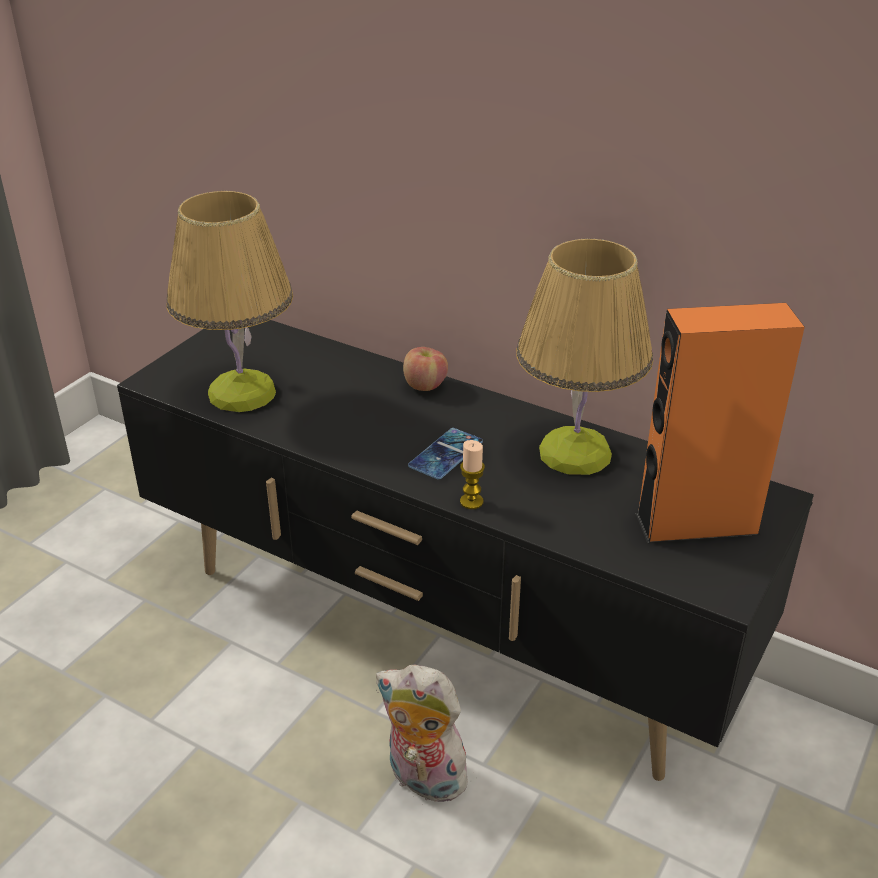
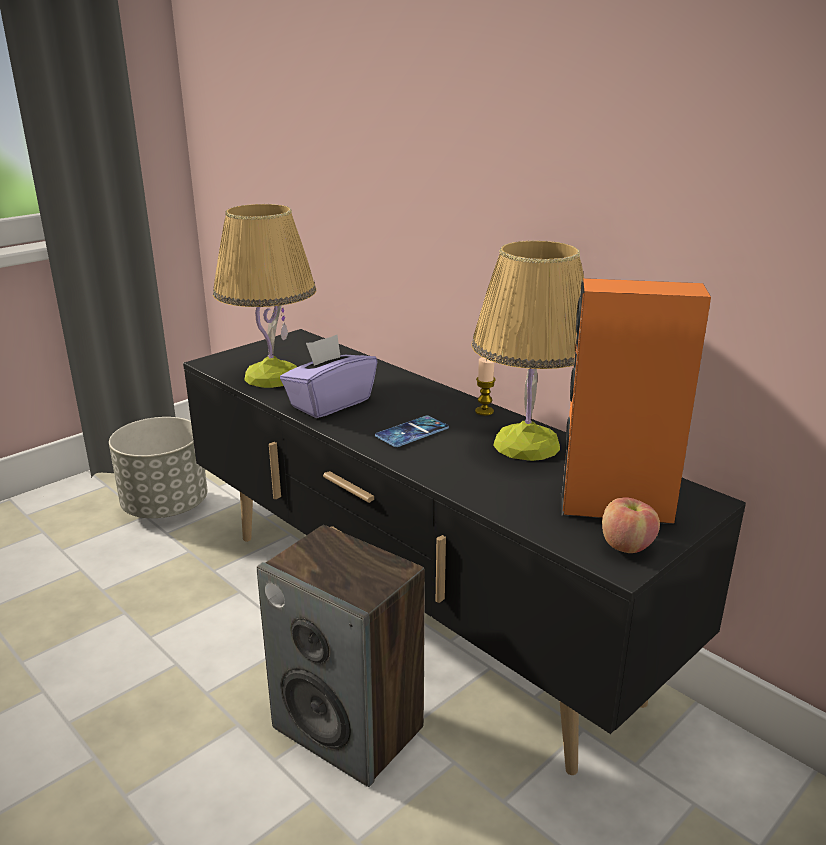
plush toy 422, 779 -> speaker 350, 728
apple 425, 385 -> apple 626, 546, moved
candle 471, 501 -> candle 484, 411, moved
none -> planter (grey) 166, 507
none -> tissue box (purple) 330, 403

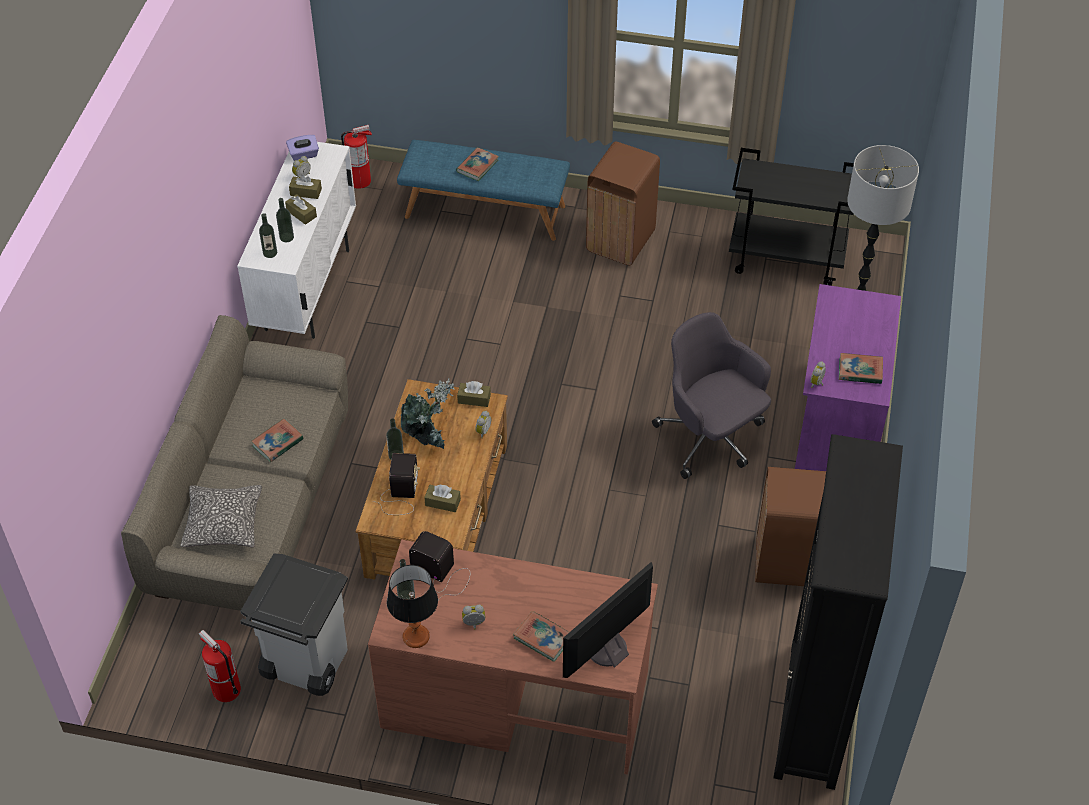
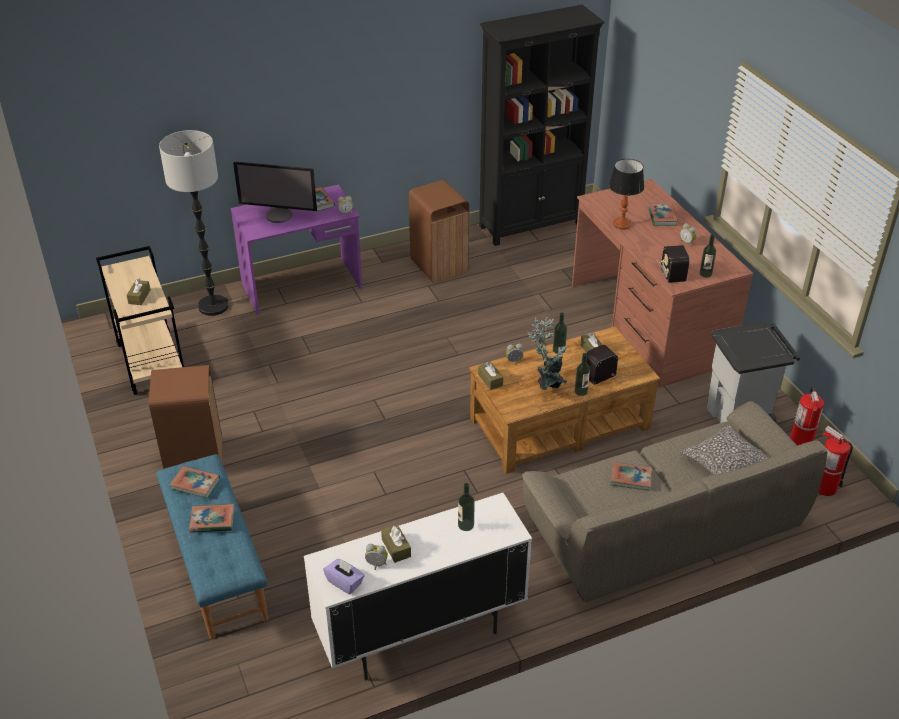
bottle 270, 253 -> bottle 559, 350, moved
tissue box (brown) 301, 213 -> tissue box (brown) 139, 297, moved
fire extinguisher 360, 181 -> fire extinguisher 824, 487, moved
table lamp 416, 637 -> table lamp 622, 224, moved
monitor 607, 650 -> monitor 280, 215, moved
office chair (grey) 711, 438 -> none
cart (black) 787, 259 -> cart (beige) 150, 362
none -> book 195, 484

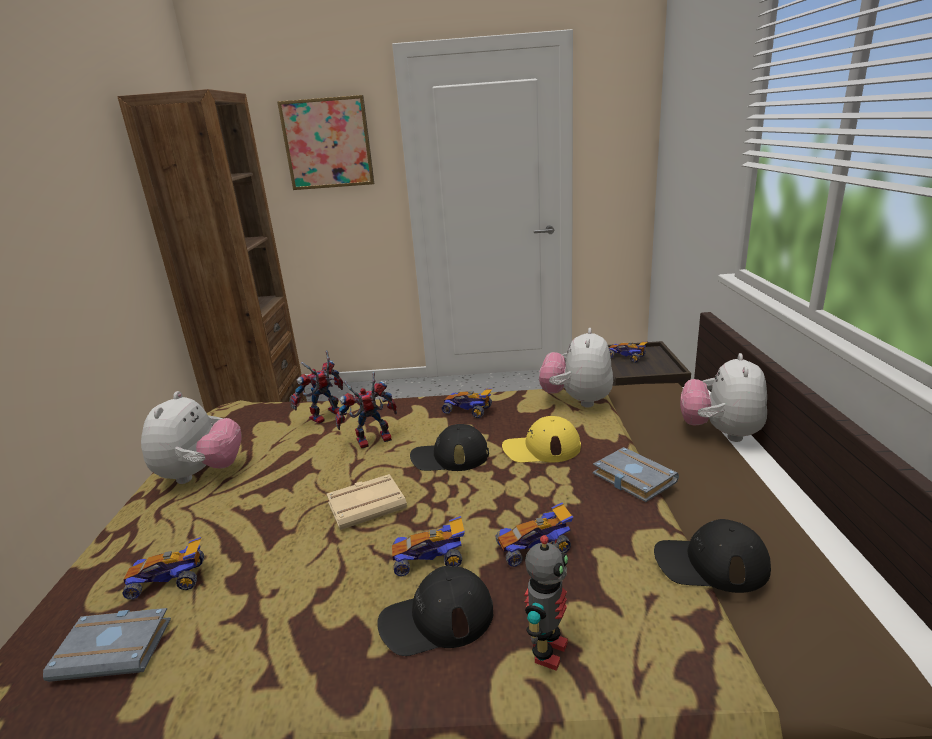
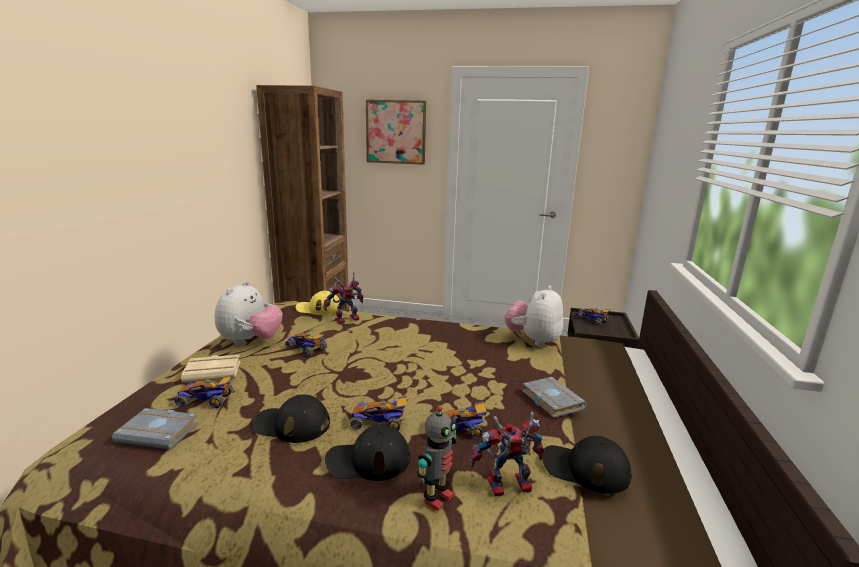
book (beige) 368, 505 -> book (beige) 214, 372, moved
toy robot 371, 442 -> toy robot 506, 488, moved
cap (black) 449, 456 -> cap (black) 292, 424, moved
toy car 468, 410 -> toy car 307, 349, moved
cap (yellow) 541, 448 -> cap (yellow) 319, 308, moved
plush toy 721, 433 -> none

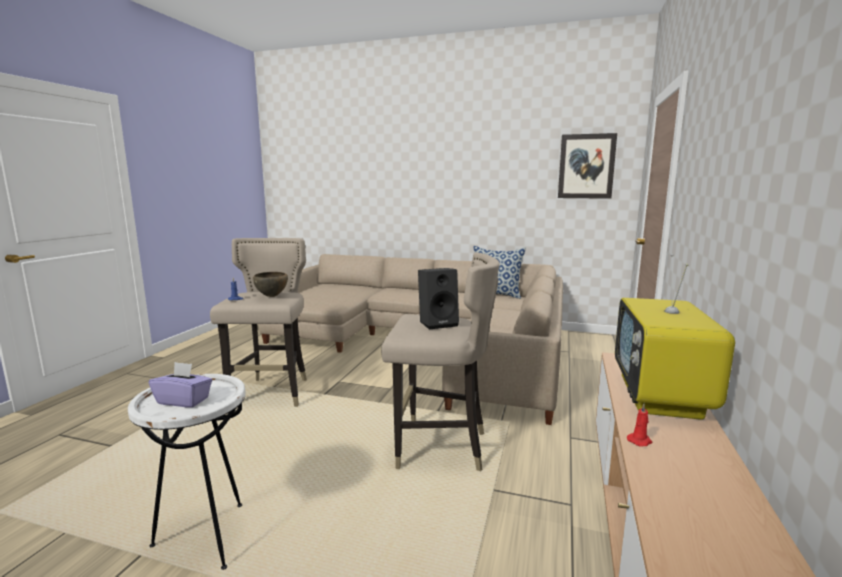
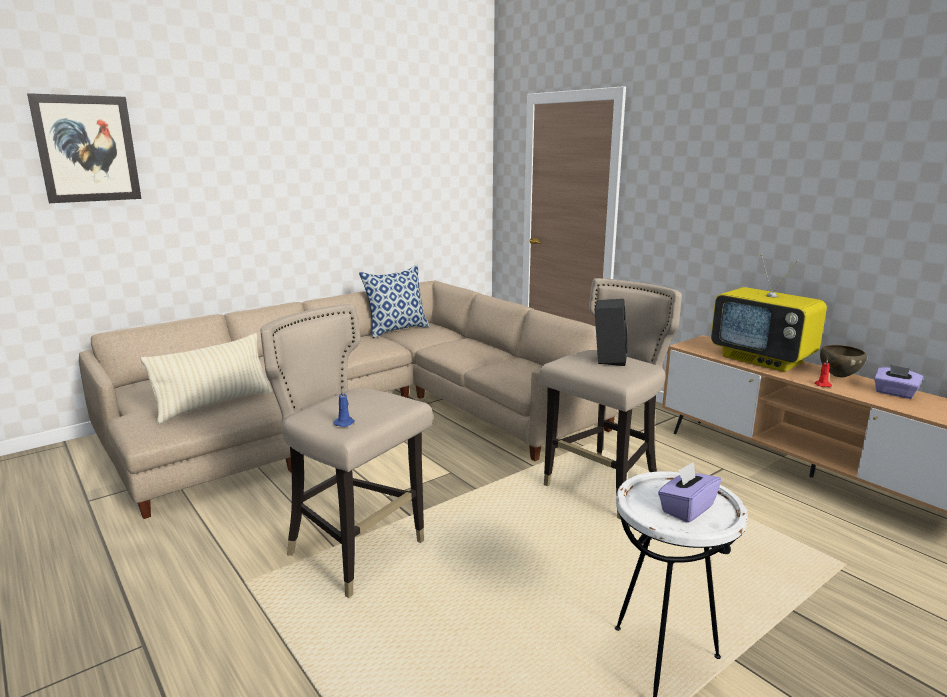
bowl (brown) 272, 296 -> bowl (brown) 838, 376, moved
picture 586, 166 -> picture 87, 149, moved
none -> pillow (beige) 214, 405
none -> tissue box (purple) 894, 393

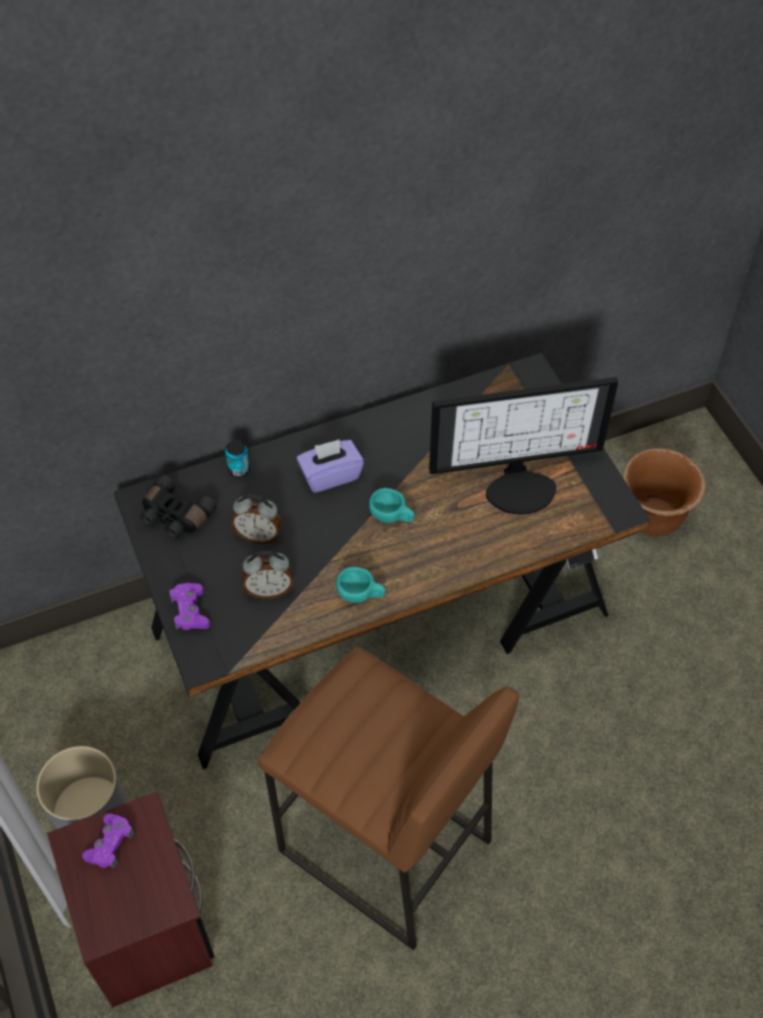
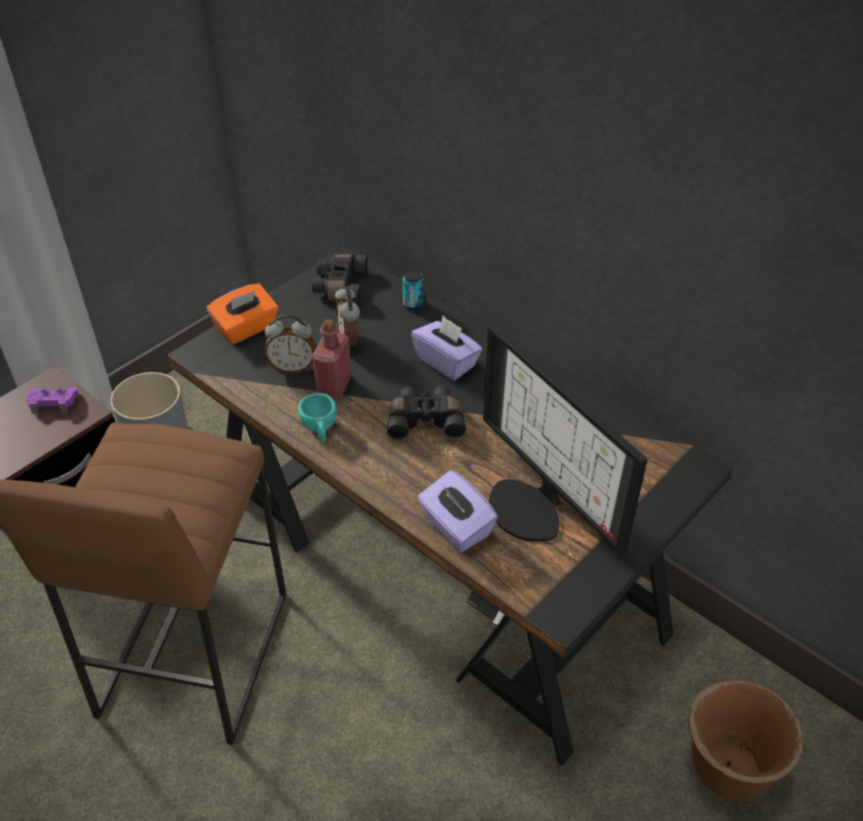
game controller (purple) 190, 611 -> tissue box (orange) 246, 328
alarm clock 269, 590 -> alarm clock 293, 367, 60 degrees counterclockwise
cup (turquoise) 392, 516 -> binoculars (black) 425, 420
none -> bottle (red) 334, 387
none -> tissue box (purple) 455, 527

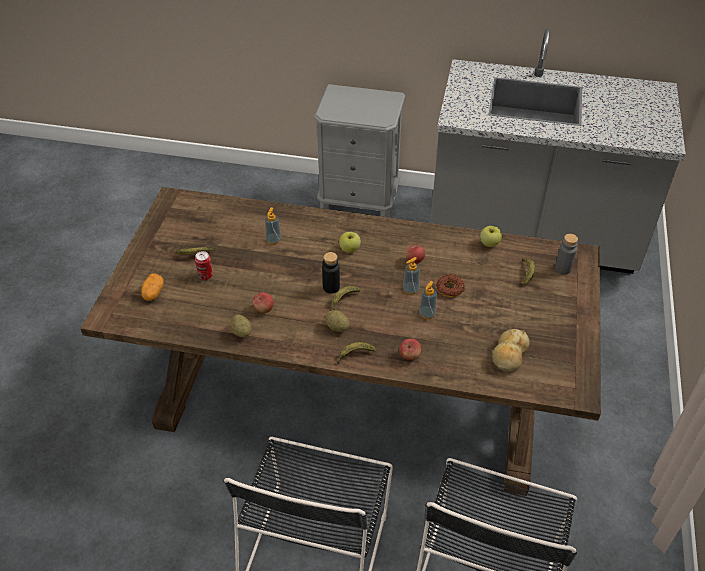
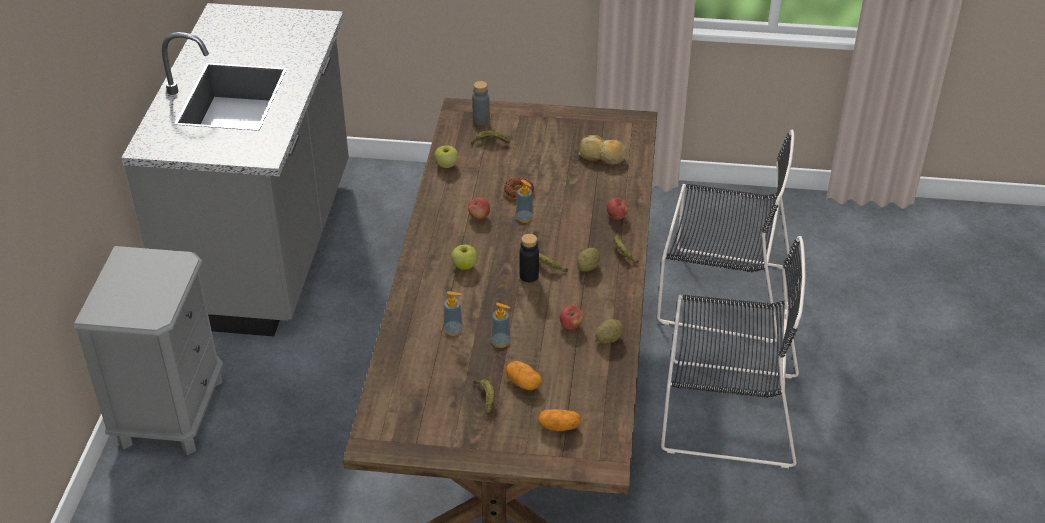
can 205, 276 -> potato 523, 383
soap dispenser 427, 314 -> soap dispenser 501, 342, moved

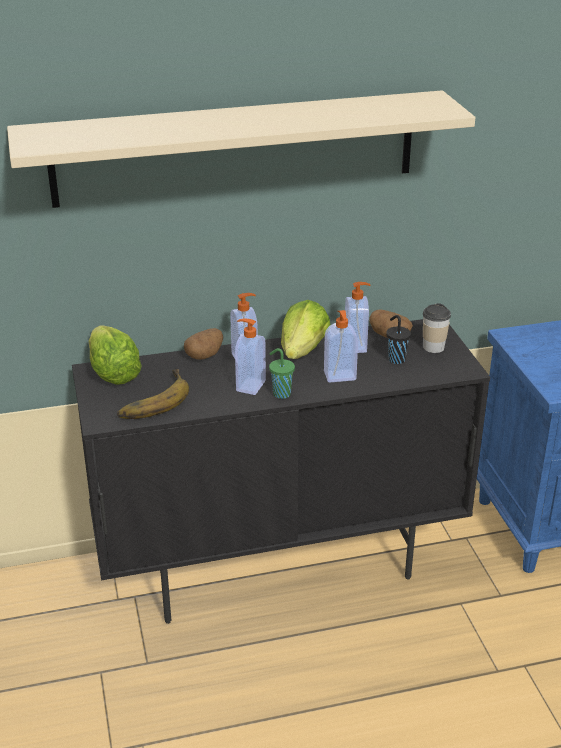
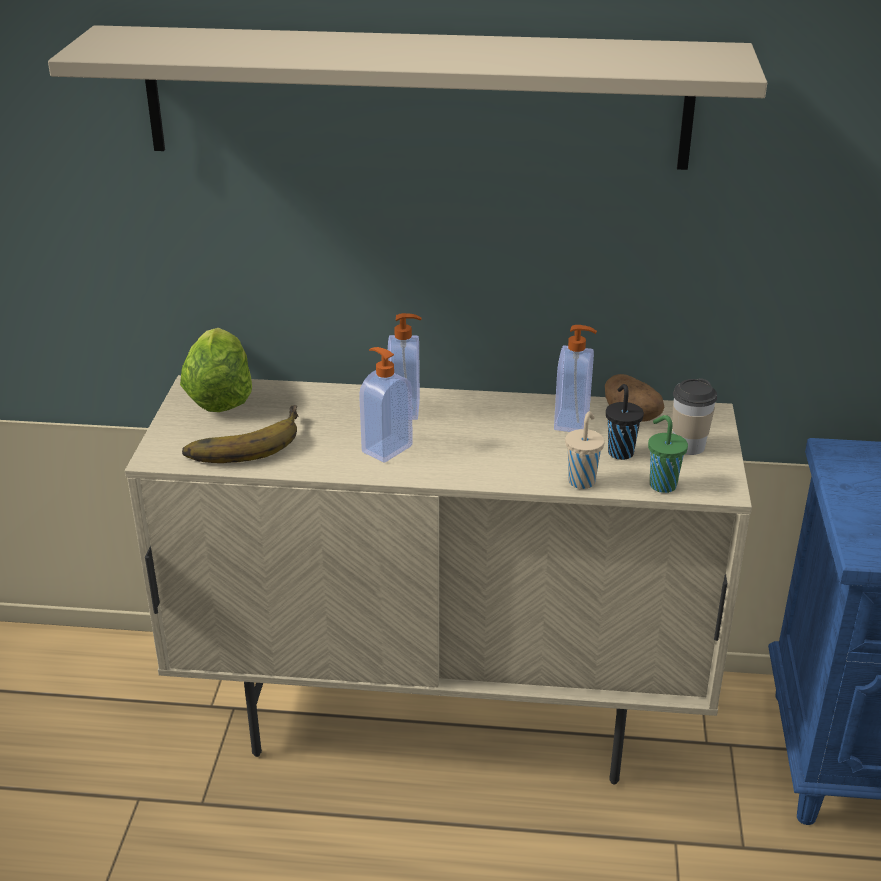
cabinet (black) 280, 565 -> cabinet (beige) 442, 716
potato 204, 355 -> none
cup (green) 280, 393 -> cup (green) 661, 484, moved
lettuce 303, 351 -> none
soap dispenser 340, 376 -> none
none -> cup (beige) 582, 481

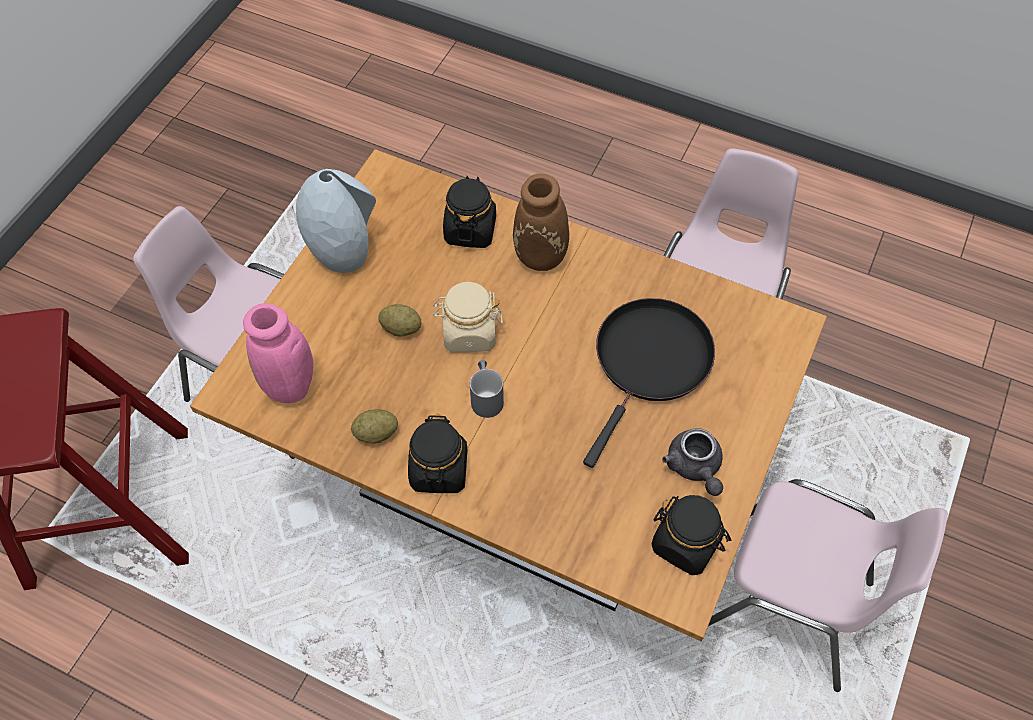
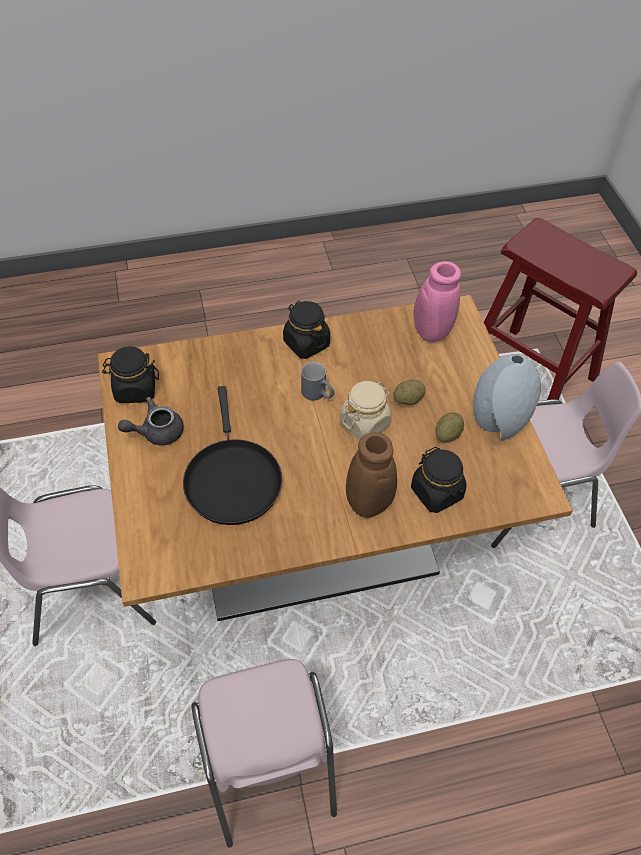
potato 376, 433 -> potato 447, 434, moved
teapot (grey) 695, 467 -> teapot (grey) 156, 432, 60 degrees counterclockwise

